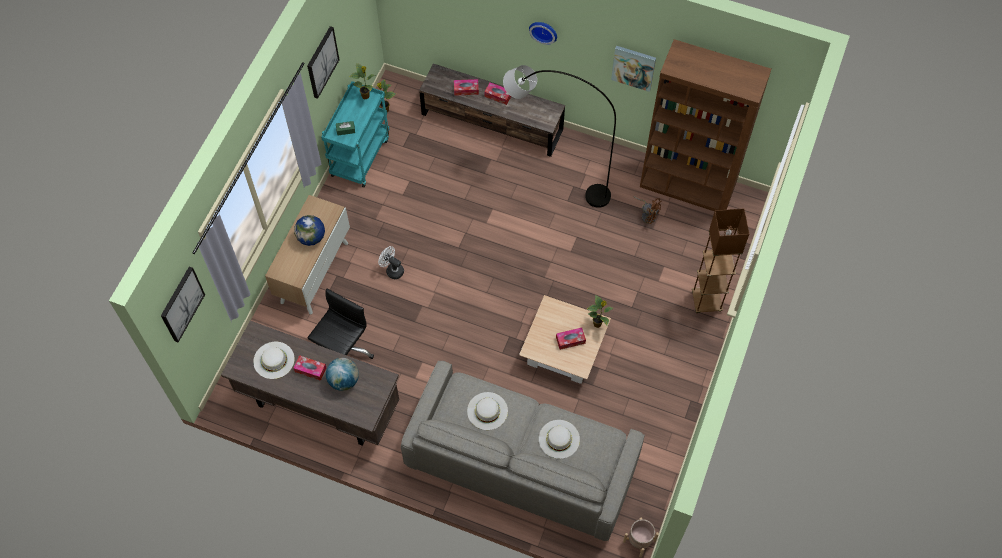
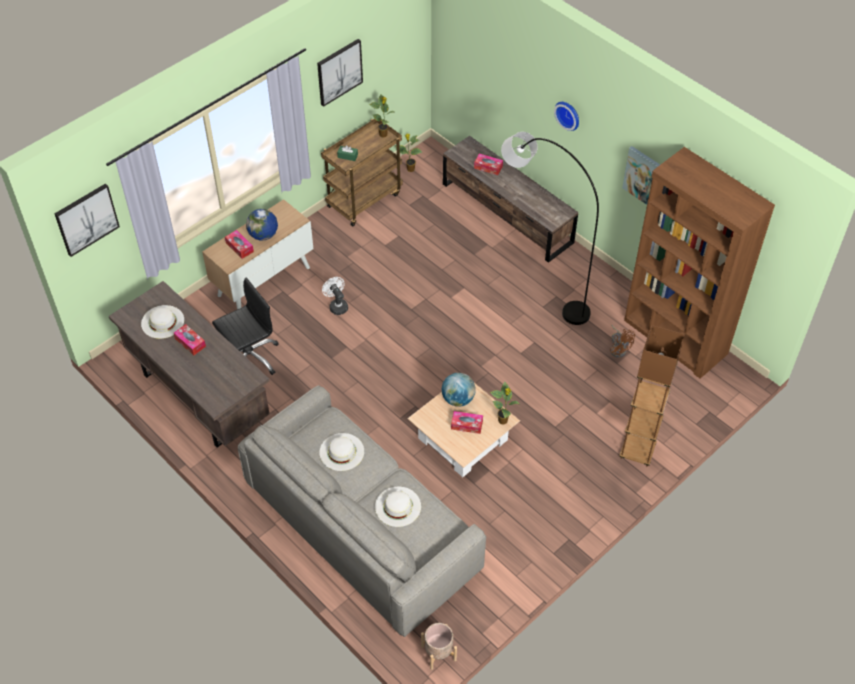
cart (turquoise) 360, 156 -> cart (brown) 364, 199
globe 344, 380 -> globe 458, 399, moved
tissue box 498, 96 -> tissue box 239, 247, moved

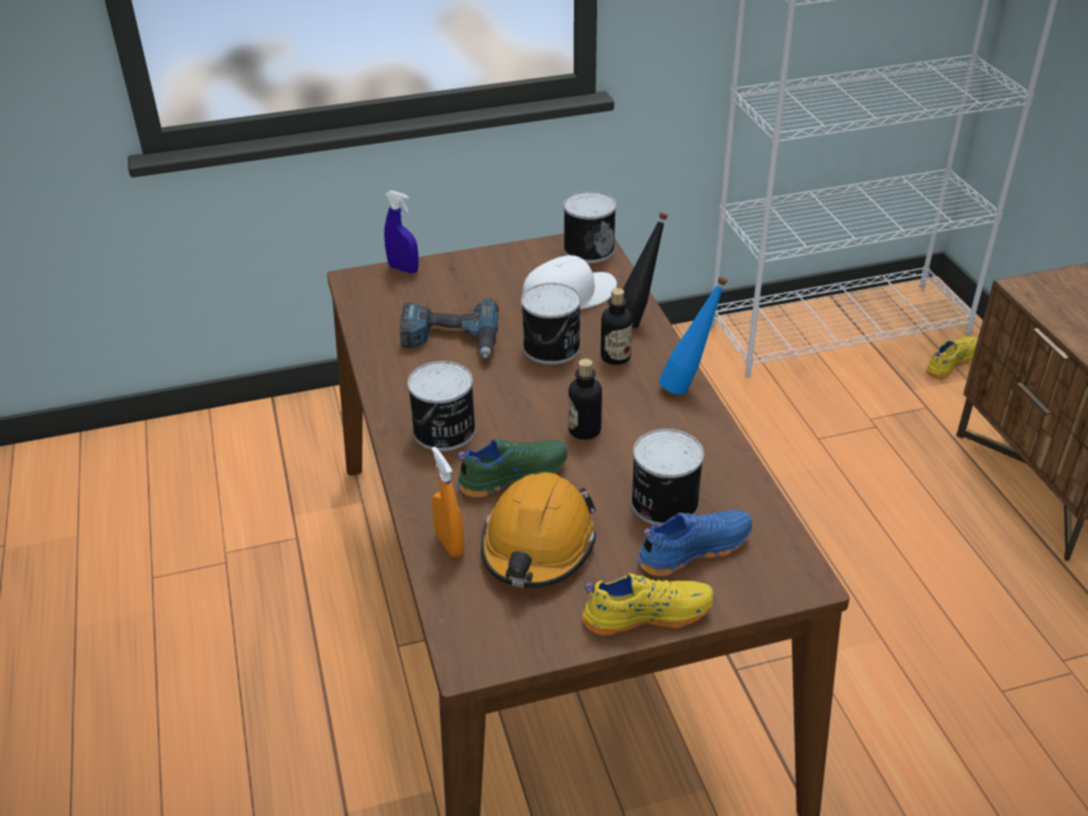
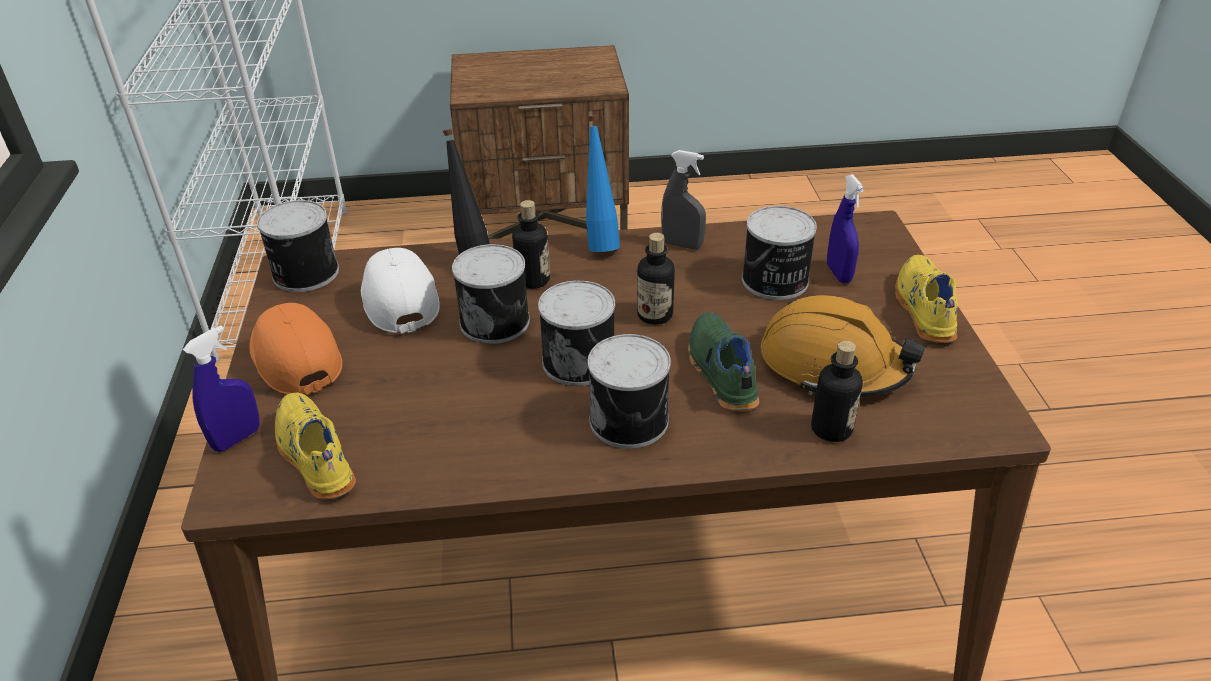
power drill 450, 339 -> none
spray bottle (orange) 450, 544 -> bottle 831, 429
shoe (blue) 692, 549 -> spray bottle (blue) 838, 273
shoe (yellow) 949, 363 -> shoe (yellow) 313, 457, moved
none -> cap (orange) 294, 357
none -> can 580, 360
none -> spray bottle (grey) 682, 244

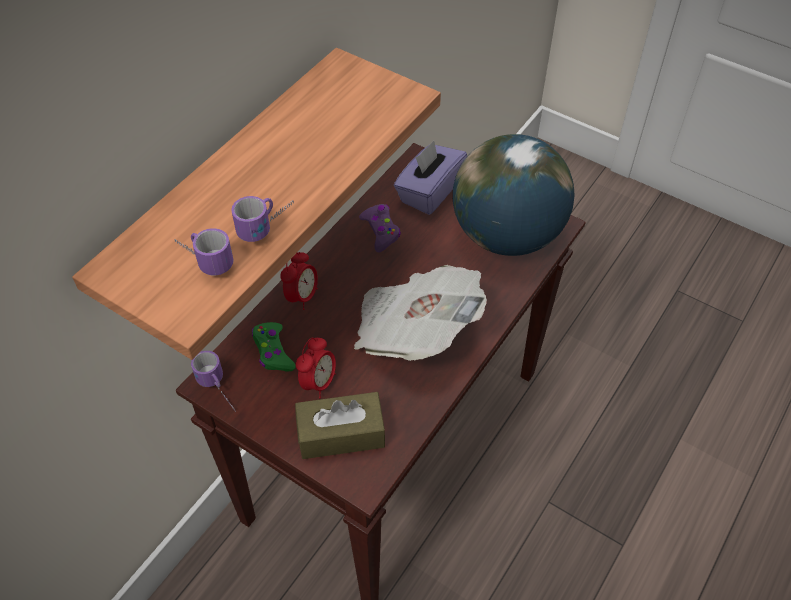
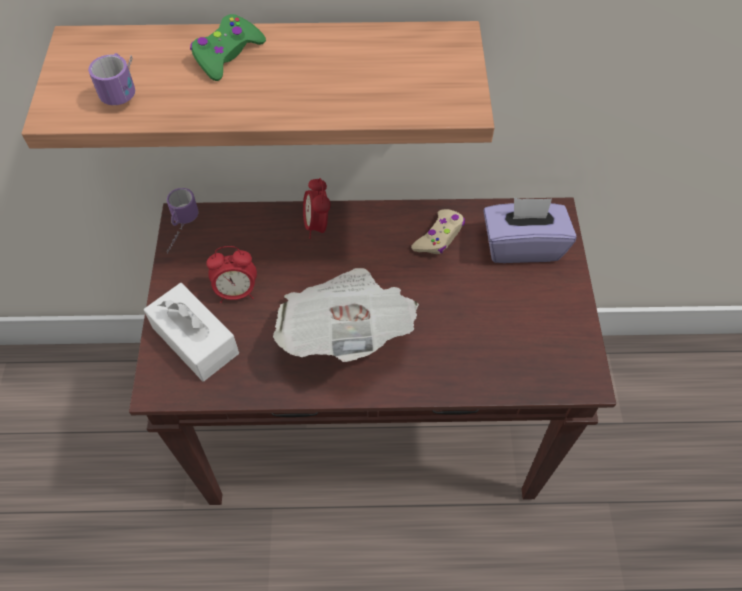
mug 269, 225 -> none
game controller (green) 273, 352 -> game controller (green) 227, 54, moved
alarm clock 302, 296 -> alarm clock 317, 225, 90 degrees clockwise
tissue box (brown) 341, 434 -> tissue box (white) 195, 340
game controller (purple) 381, 231 -> game controller (beige) 439, 237
globe 507, 235 -> none

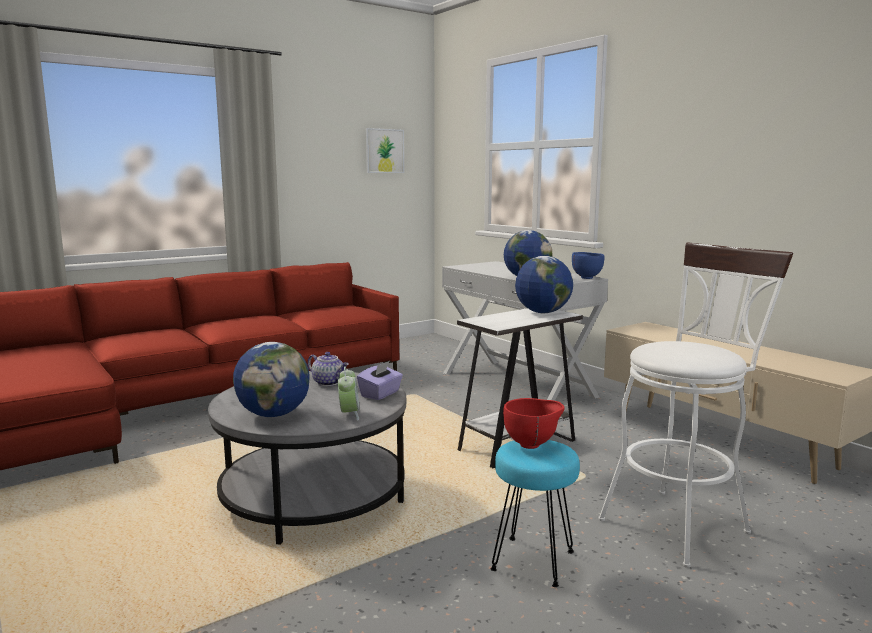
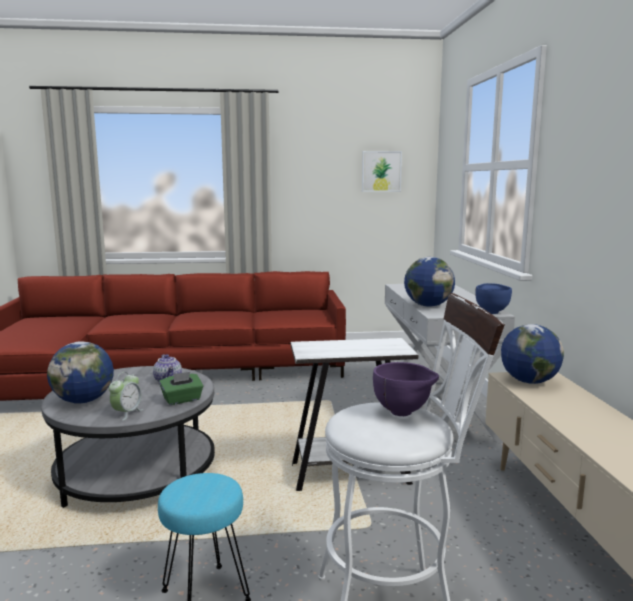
tissue box (purple) 380, 394 -> tissue box (green) 182, 400
bowl (red) 532, 445 -> none
globe 542, 312 -> globe 529, 381, moved
none -> bowl (purple) 404, 413

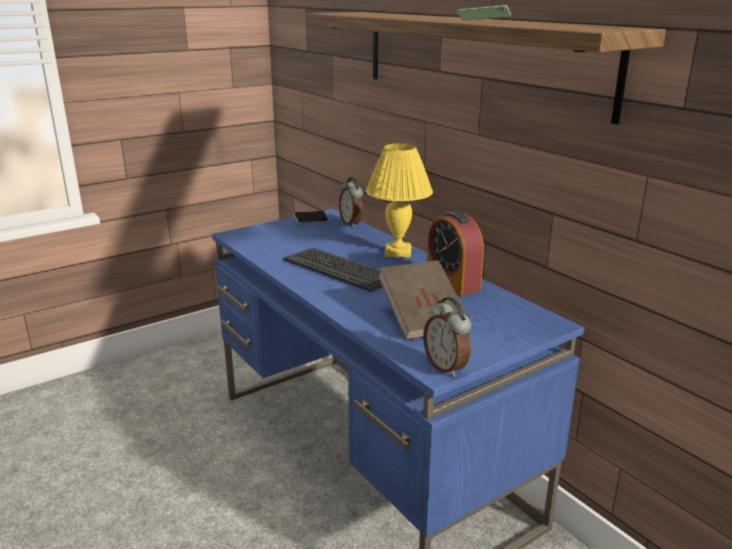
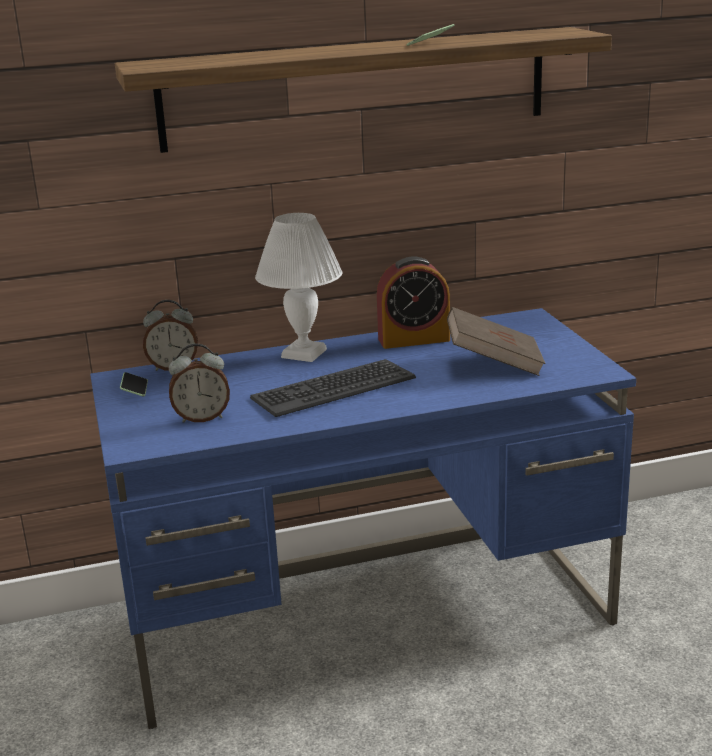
table lamp (yellow) 398, 252 -> table lamp (white) 305, 353
alarm clock 446, 367 -> alarm clock 202, 418, moved

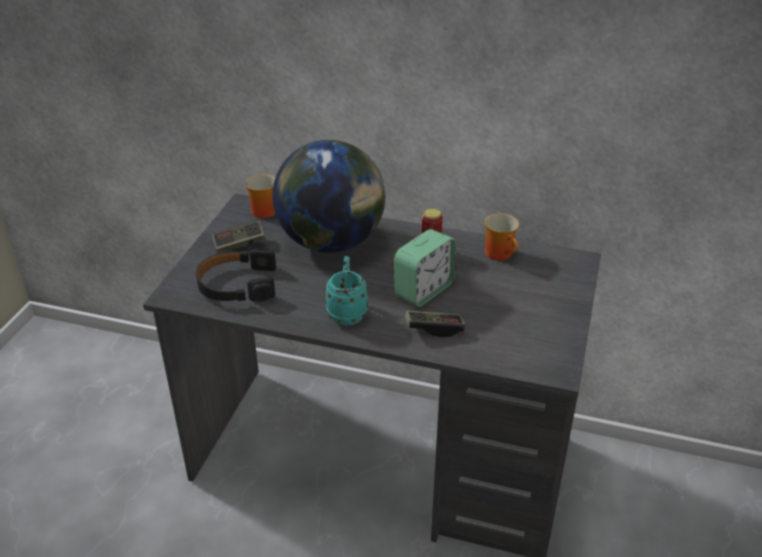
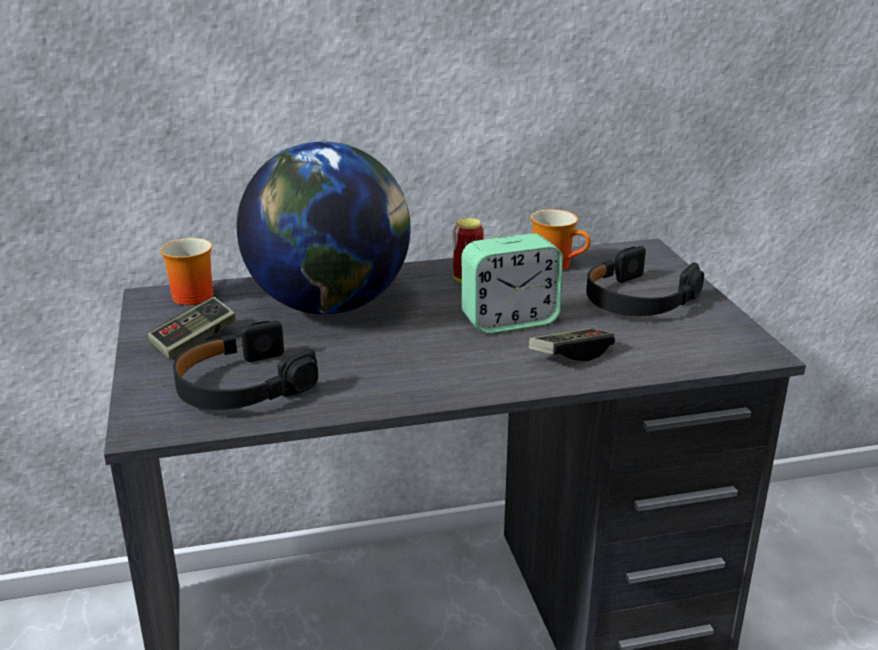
mug (turquoise) 347, 311 -> none
alarm clock 424, 290 -> alarm clock 509, 321, 60 degrees clockwise
none -> headphones (black) 637, 300

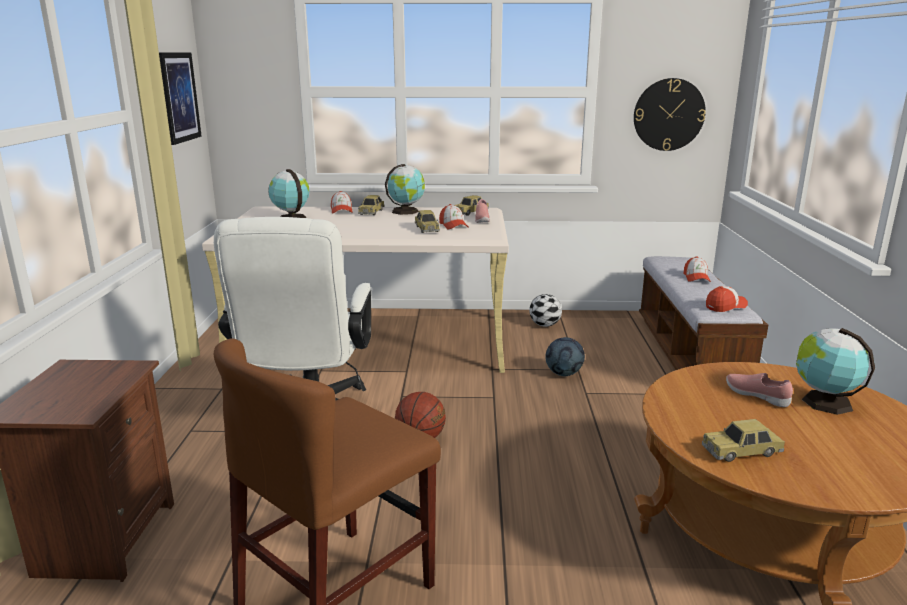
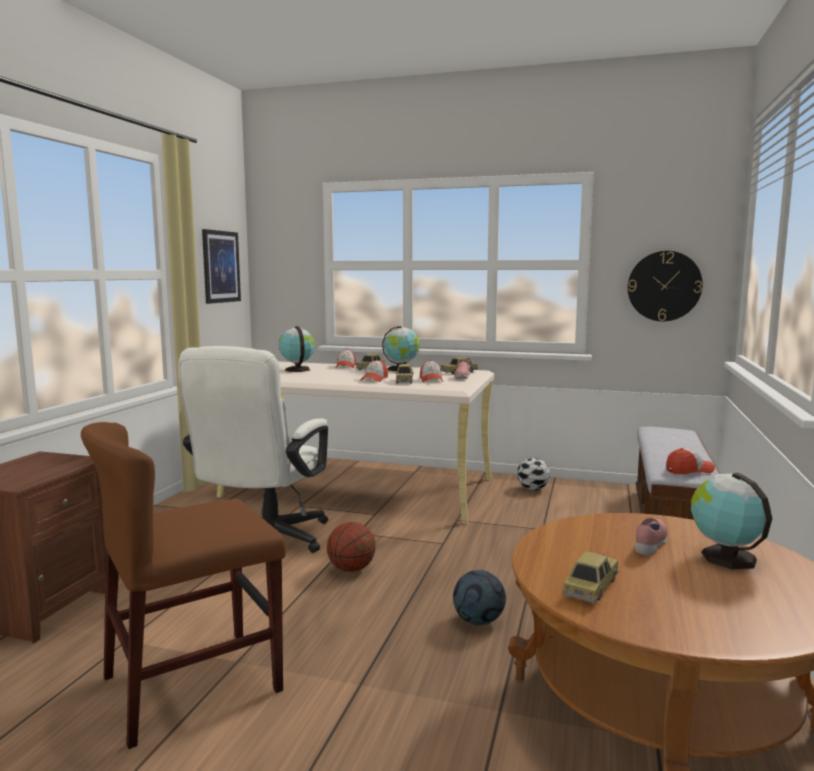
football 564, 374 -> football 479, 621, moved
cap 696, 278 -> cap 374, 379, moved
toy car 741, 451 -> toy car 591, 587, 120 degrees clockwise
shoe (pink) 757, 396 -> shoe (pink) 651, 544, 60 degrees clockwise

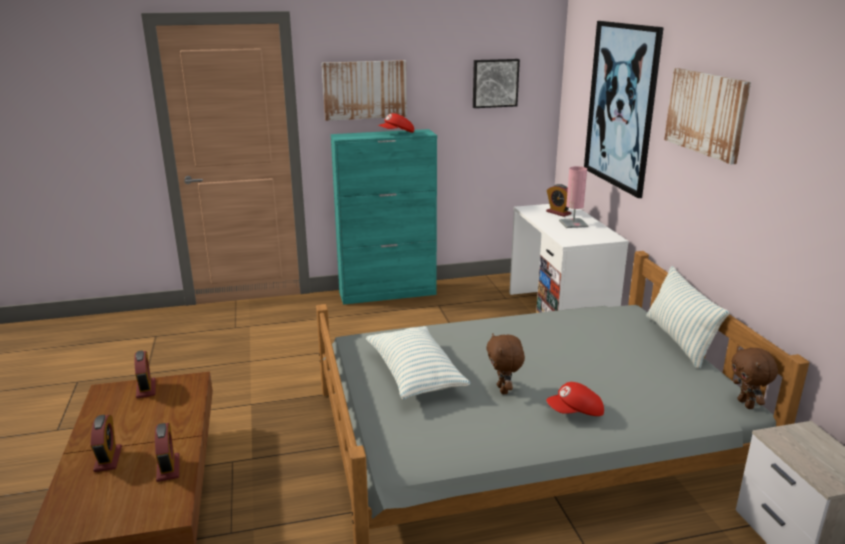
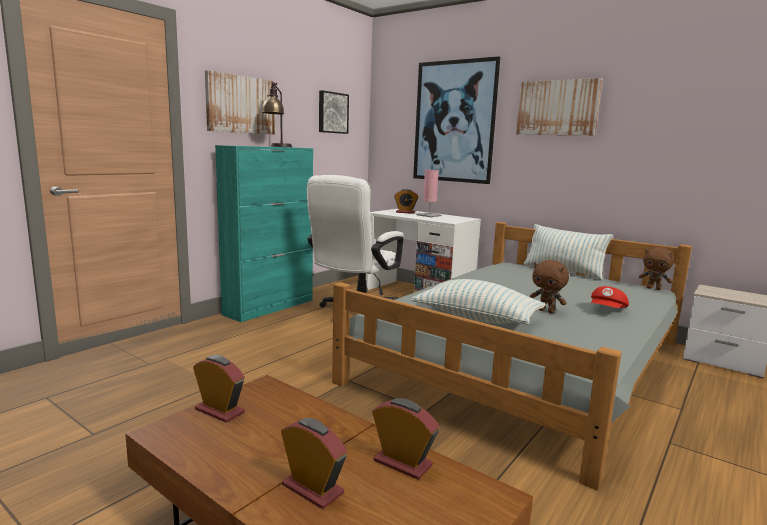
cap (red) 397, 133 -> table lamp 277, 146
none -> office chair (white) 355, 313

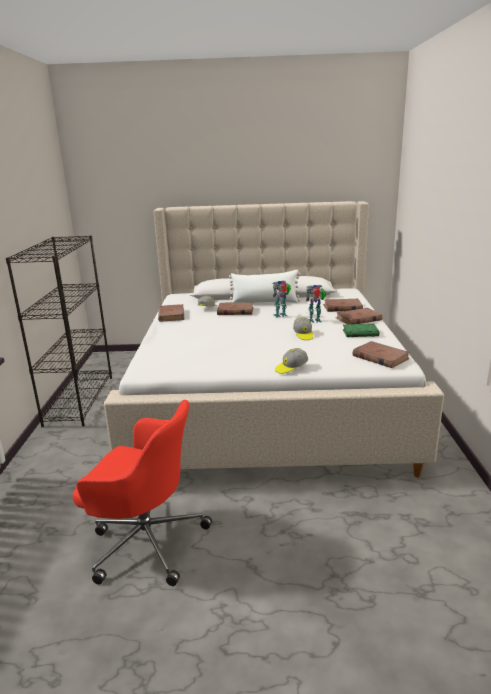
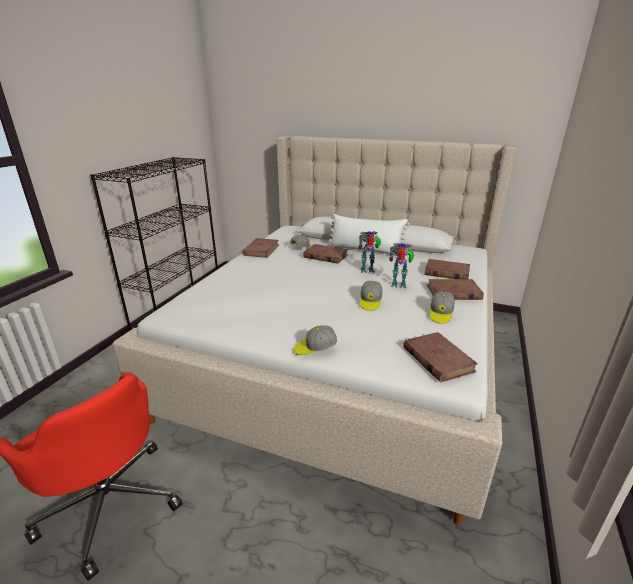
book (green) 360, 333 -> cap 440, 314

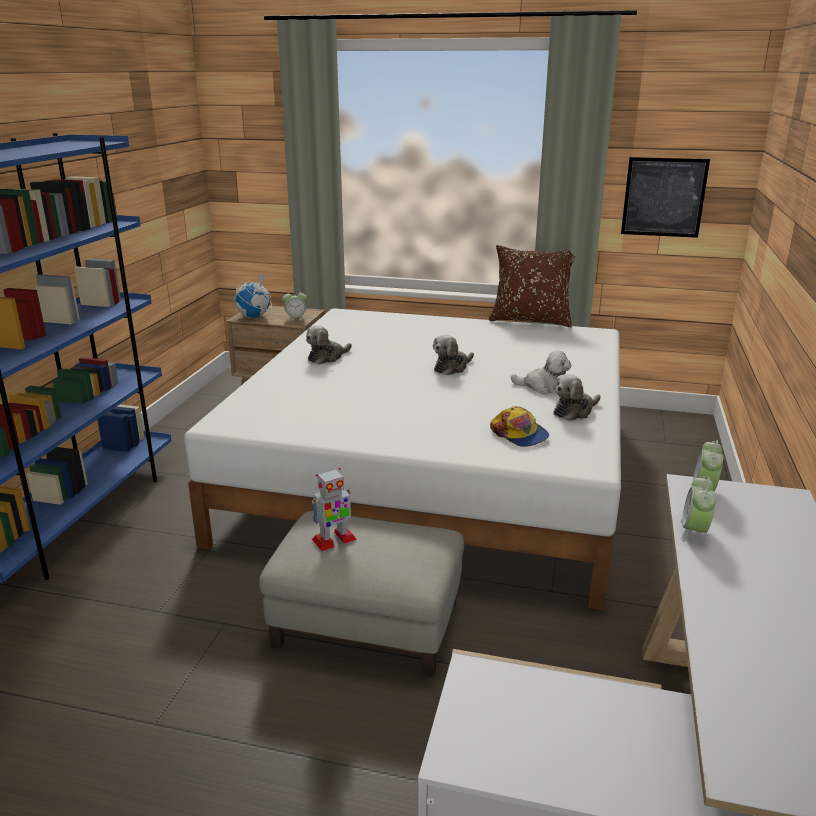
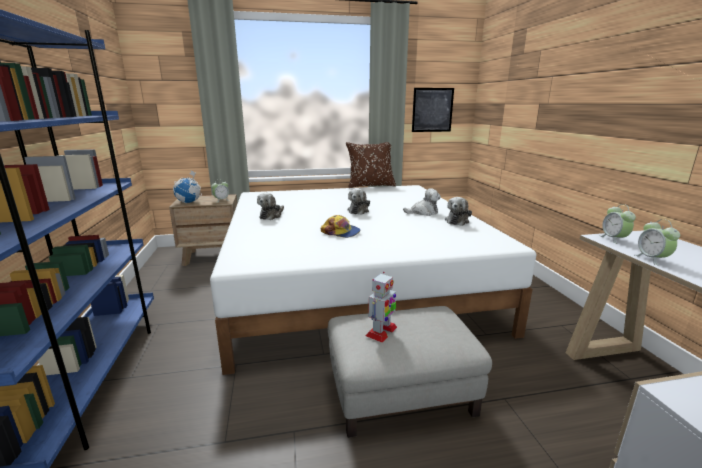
cap 519, 434 -> cap 341, 232, moved

